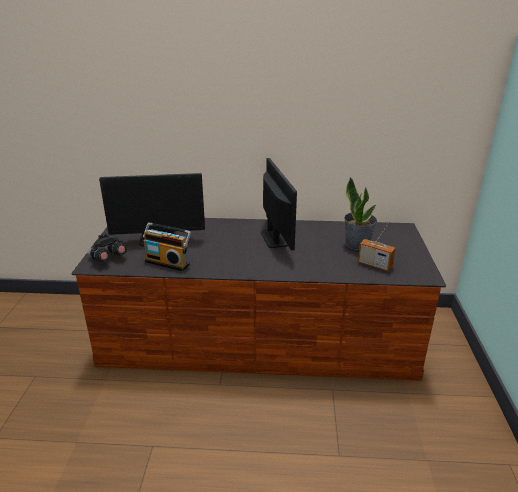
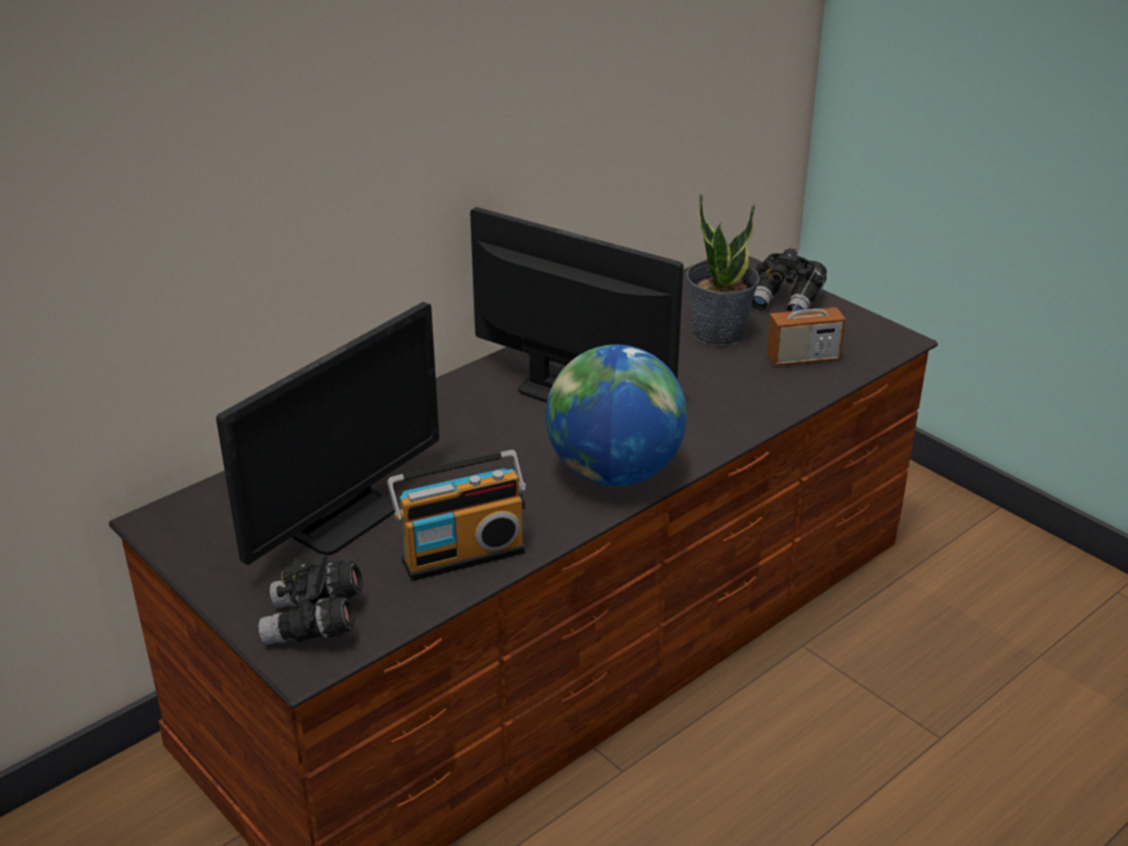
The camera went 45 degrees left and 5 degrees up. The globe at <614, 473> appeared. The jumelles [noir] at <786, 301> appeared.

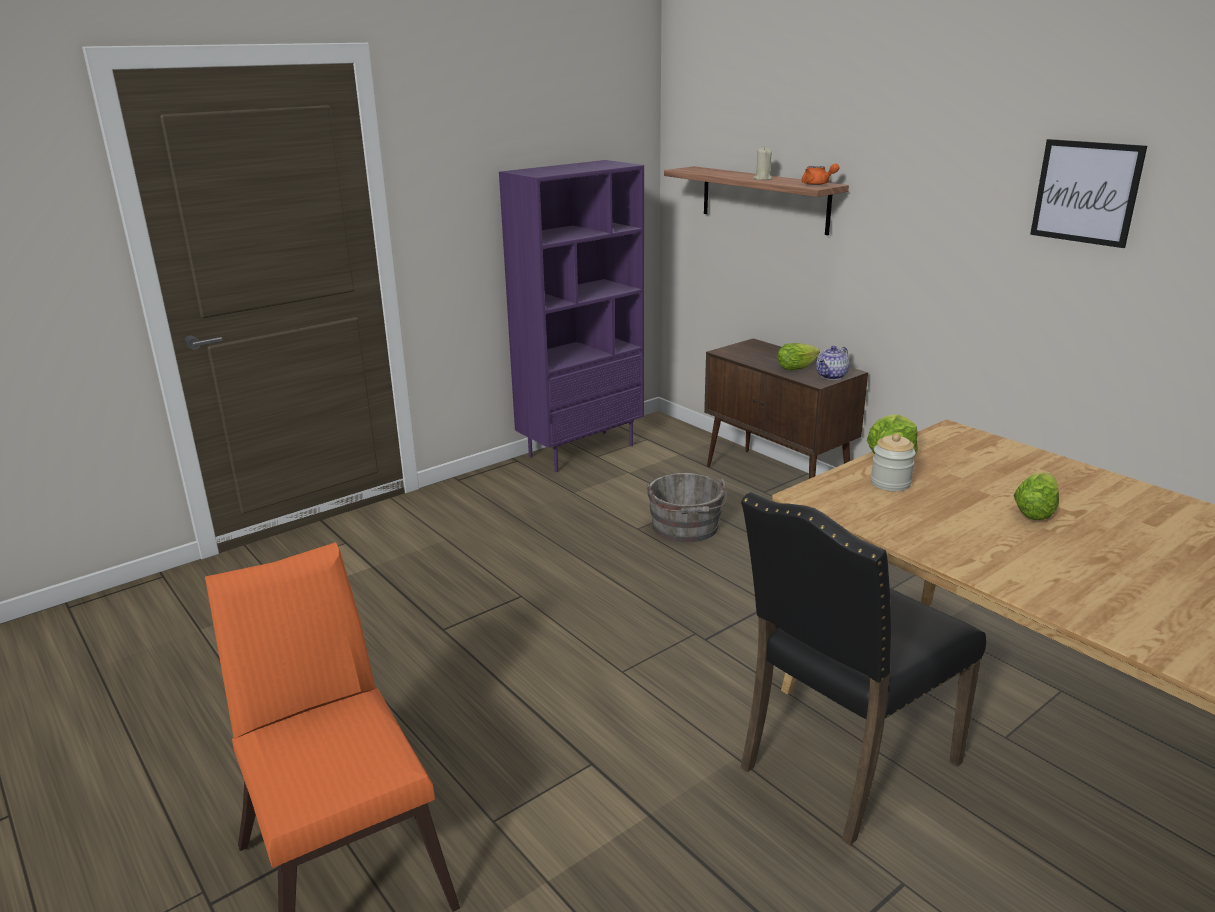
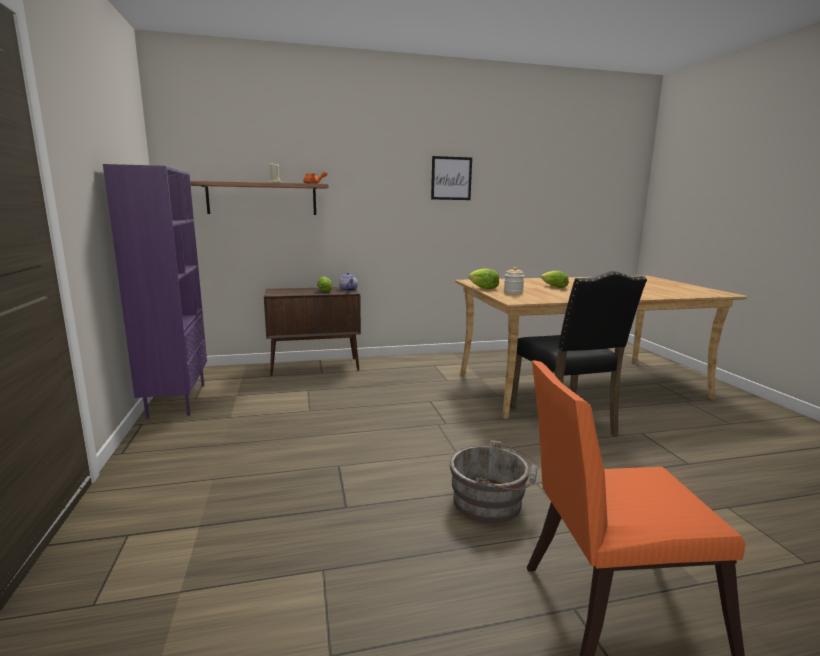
The camera went 65 degrees left and 10 degrees down. The seau [gris] moved from <686, 528> to <491, 503>.

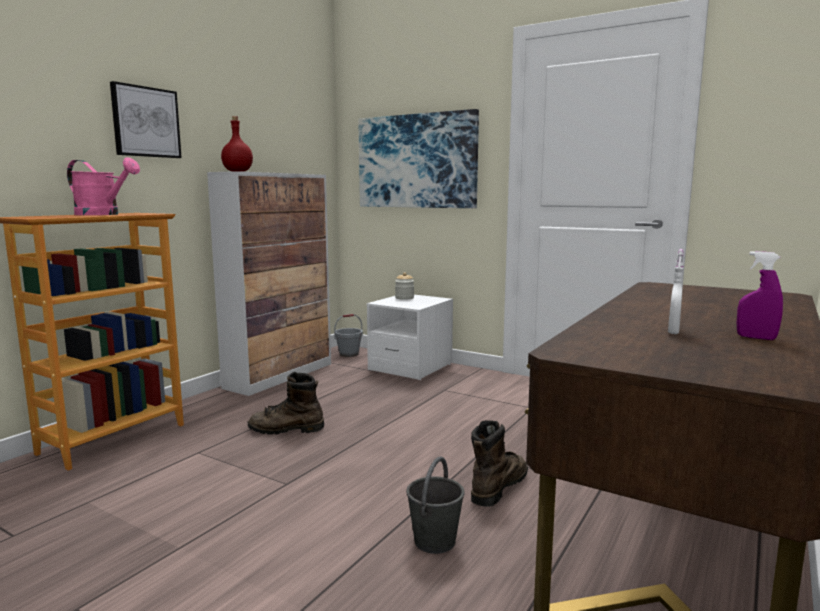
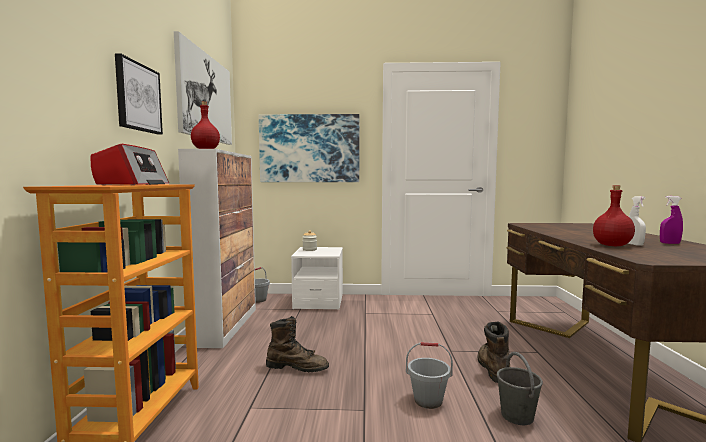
The camera went 30 degrees left and 5 degrees down. The arrosoir [rose] at <103, 214> was replaced by the radio at <134, 184>. The botte [marron] at <286, 429> turned 135 degrees counterclockwise. The tableau at <205, 97> appeared. The seau [gris] at <428, 400> appeared. The bouteille [rouge] at <612, 245> appeared.

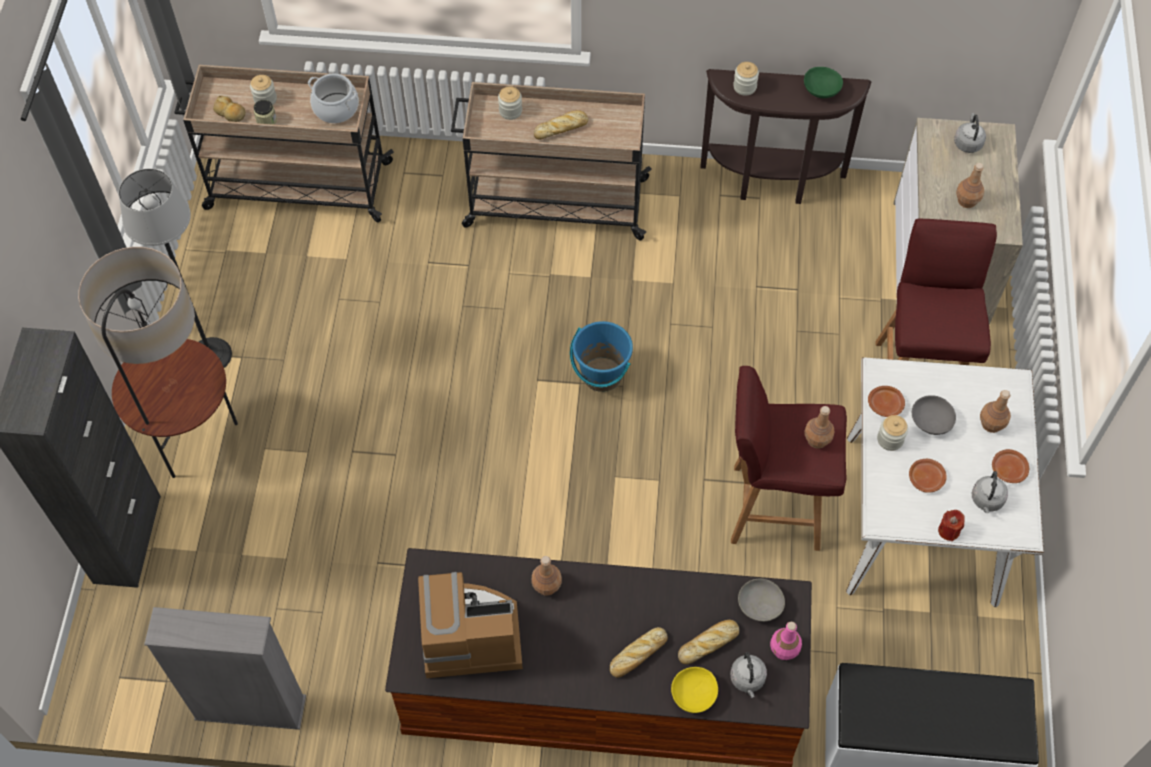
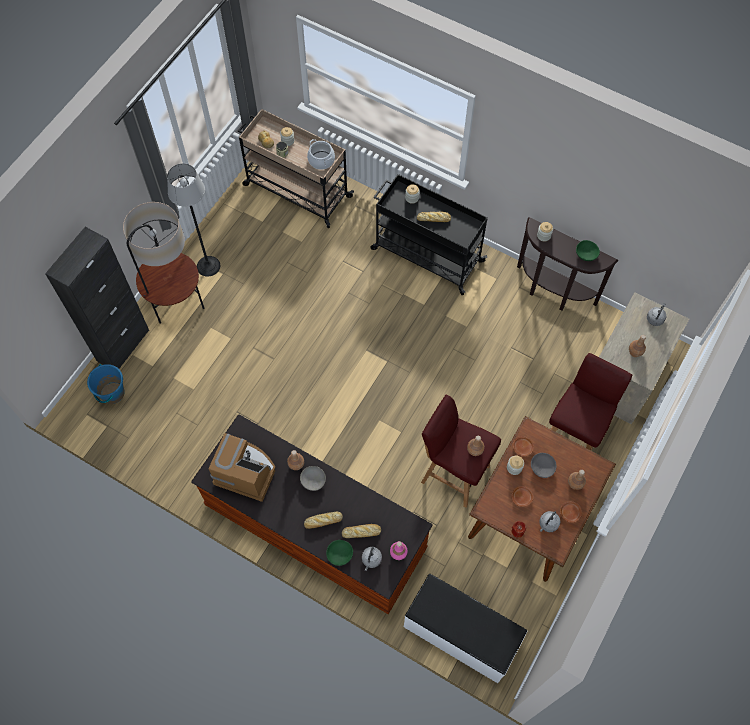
The camera went 25 degrees right and 5 degrees up. The bibliothèque [gris] at <250, 708> disappeared. The chariot [beige] at <554, 202> became the chariot [noir] at <426, 254>. The seau [bleu] moved from <601, 375> to <112, 393>. The bol [jaune] at <693, 694> became the bol [vert] at <339, 554>. The bol [gris] moved from <760, 605> to <313, 480>. The table à manger [blanc] at <920, 519> became the table à manger [marron] at <530, 515>.

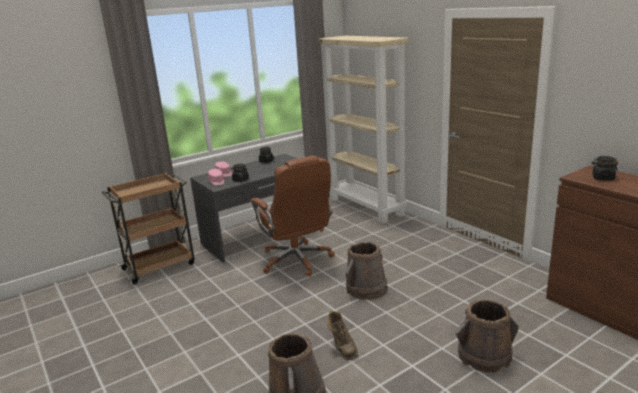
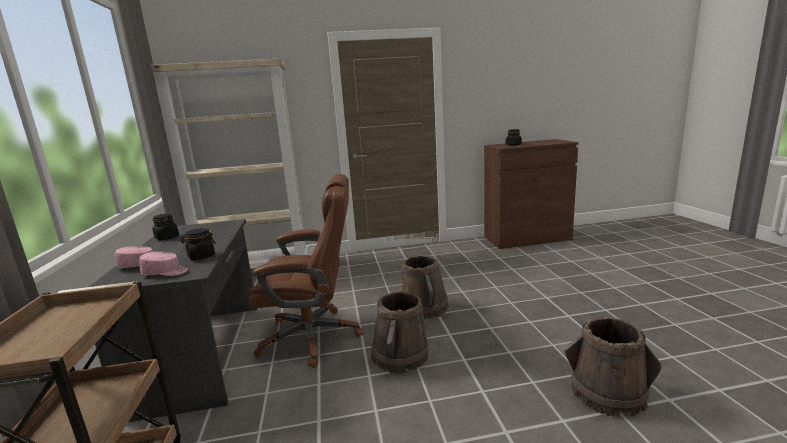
The camera went 65 degrees left and 5 degrees down. The botte [marron] at <342, 347> disappeared. The seau [marron] moved from <484, 356> to <400, 356>.

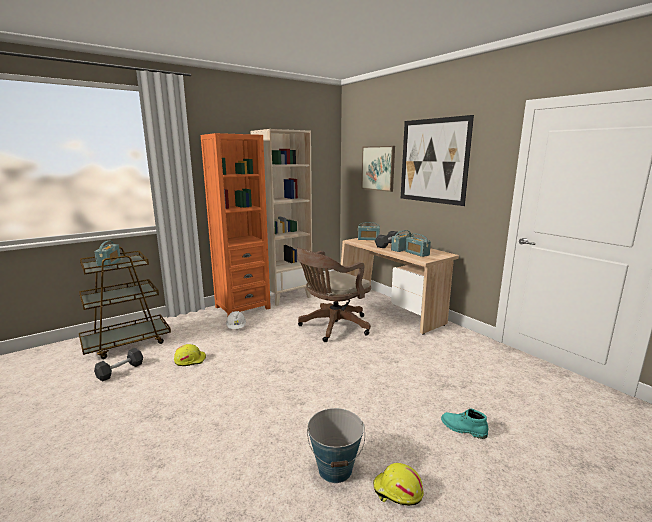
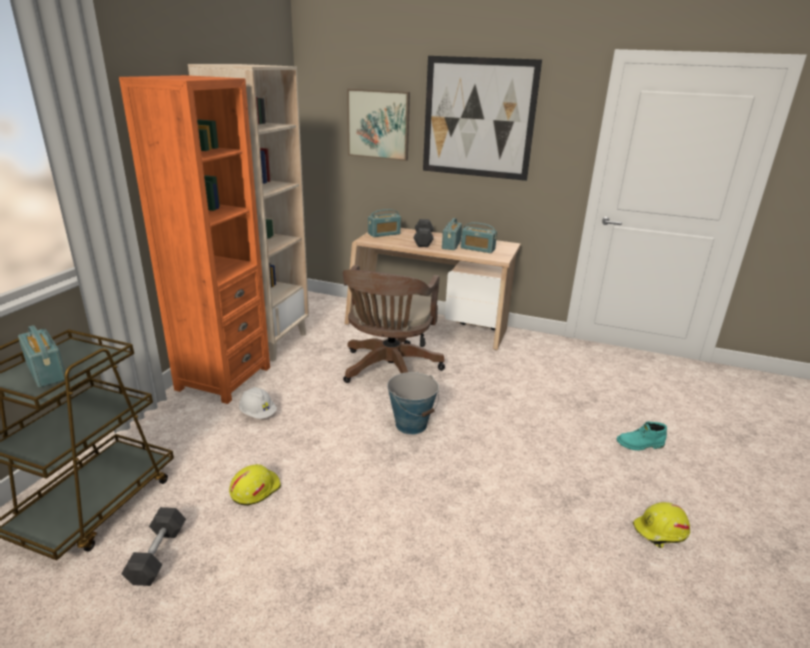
The camera went 35 degrees left and 10 degrees up. The seau moved from <335, 469> to <411, 424>.

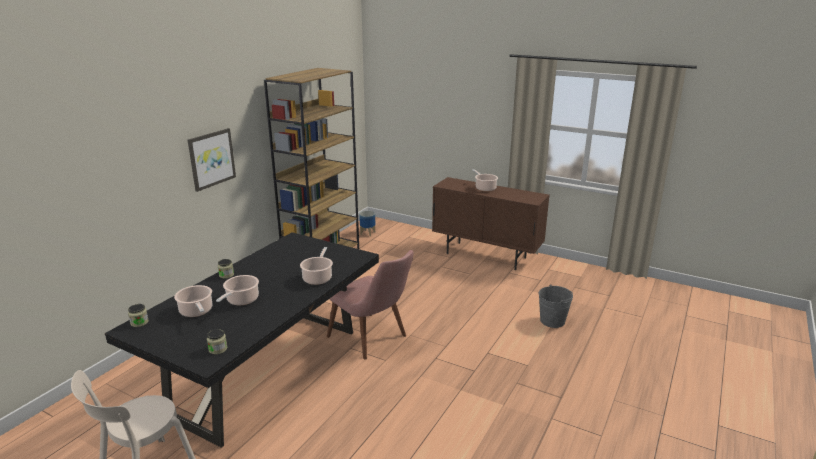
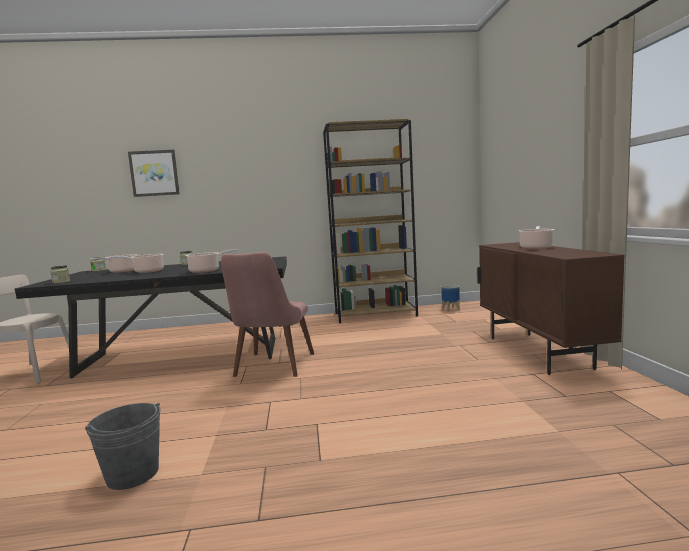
The camera went 55 degrees right and 15 degrees down. The tableau moved from <211, 159> to <154, 173>. The seau [gris] moved from <552, 321> to <132, 474>.

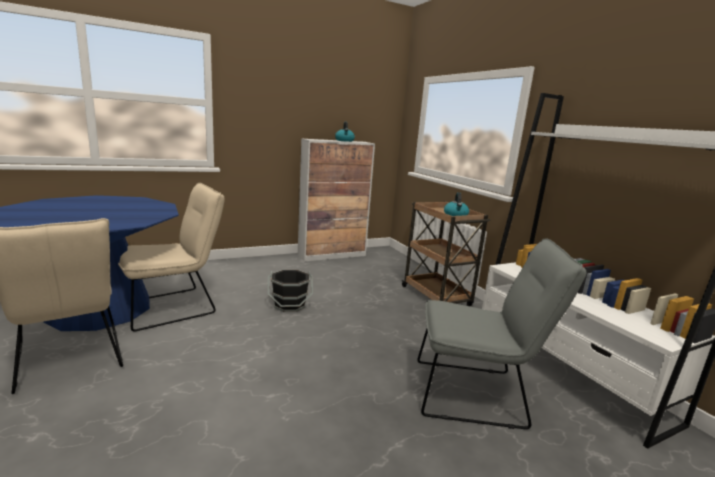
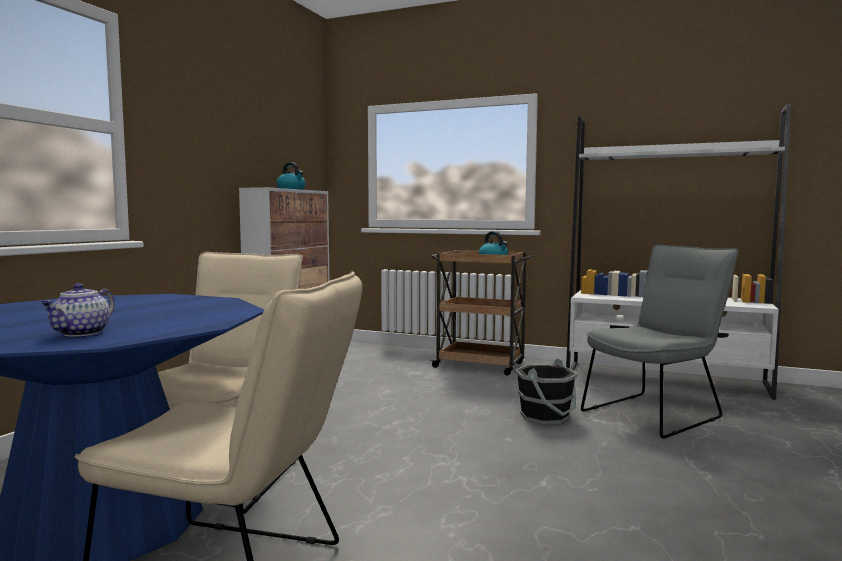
The camera went 40 degrees left and 10 degrees down. The seau [noir] moved from <289, 305> to <545, 416>. The théière at <81, 333> appeared.

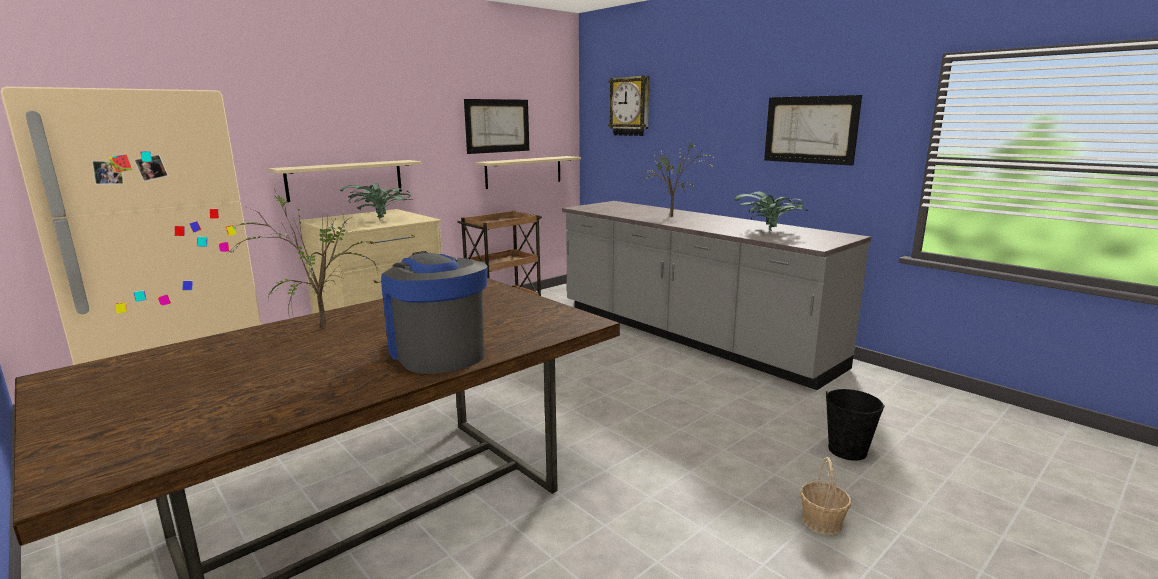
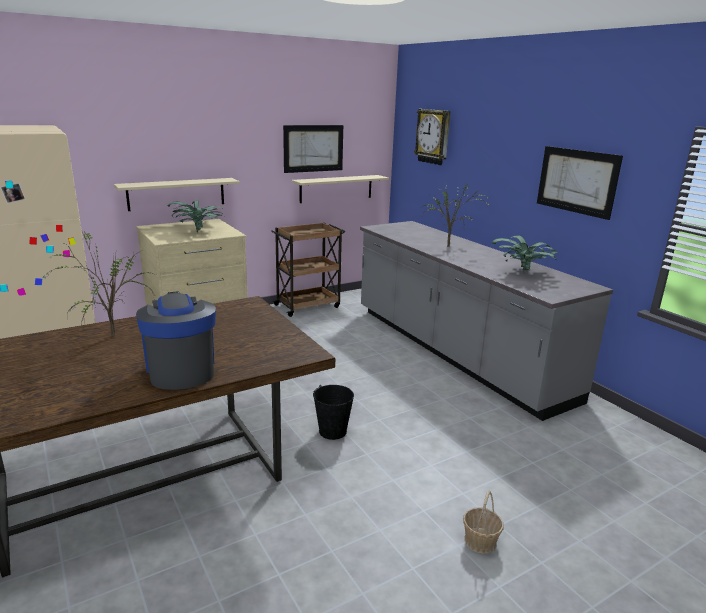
The camera went 10 degrees right and 5 degrees up. The seau [noir] moved from <847, 450> to <333, 431>.

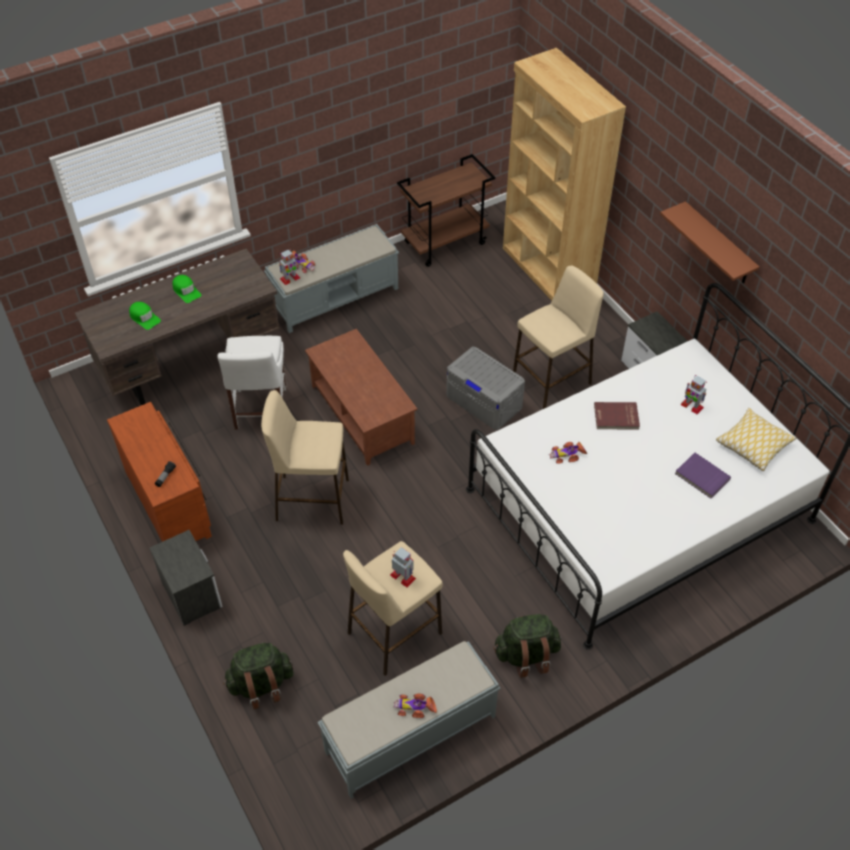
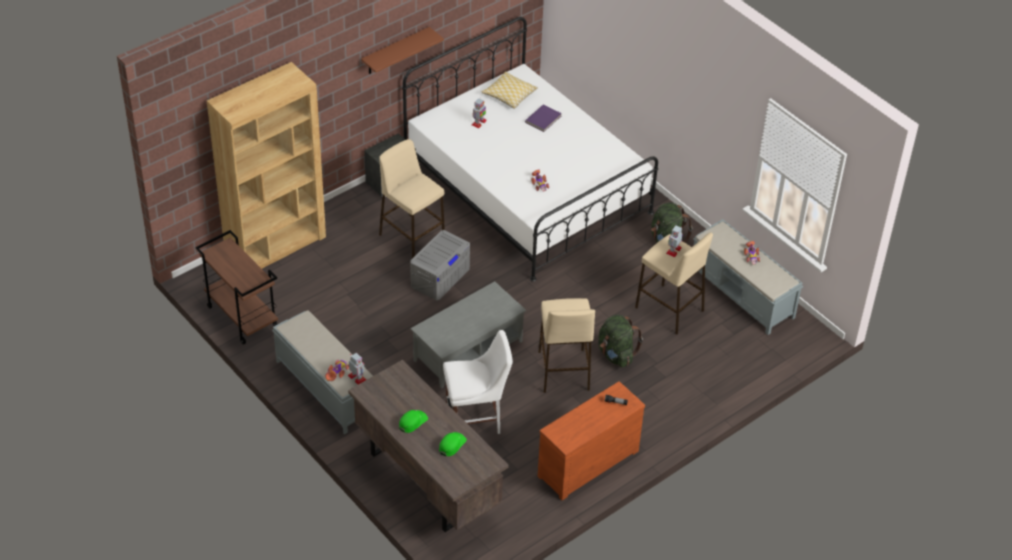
The camera went 100 degrees left and 5 degrees down. The table de chevet at <191, 593> disappeared. The sac à dos [vert] moved from <261, 685> to <616, 354>. The table basse [marron] at <361, 414> became the table basse [gris] at <468, 351>. The livre [rouge] at <616, 417> disappeared.

